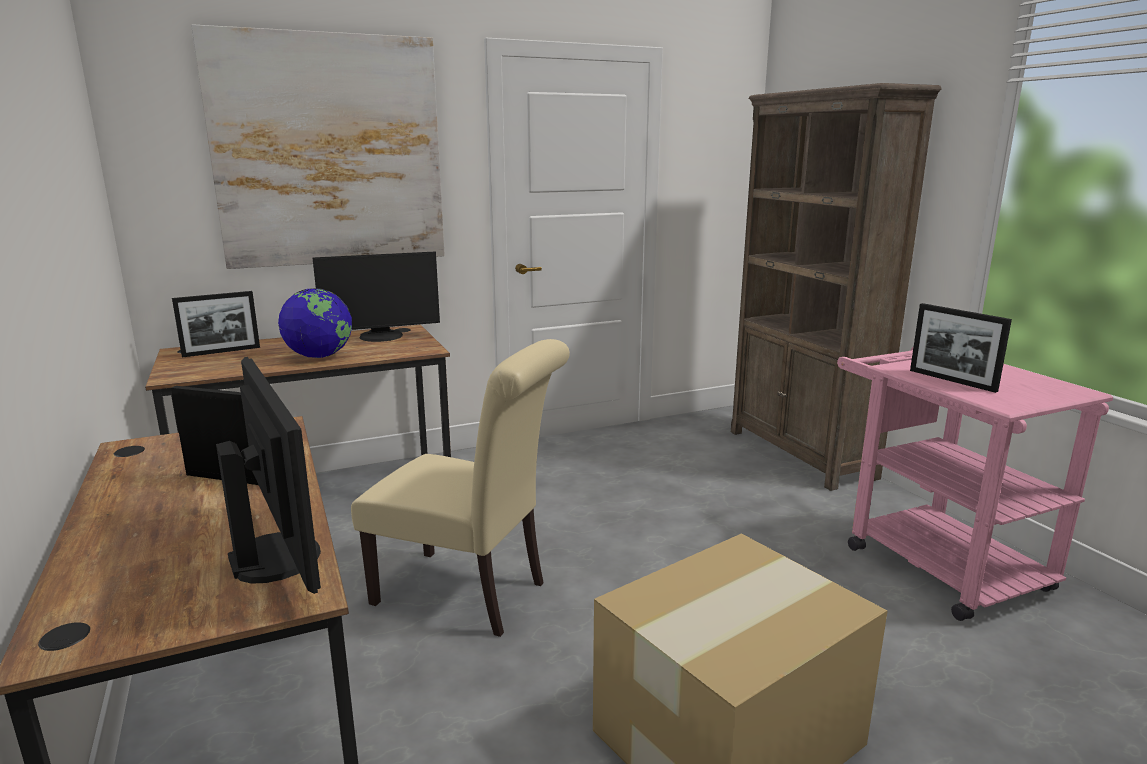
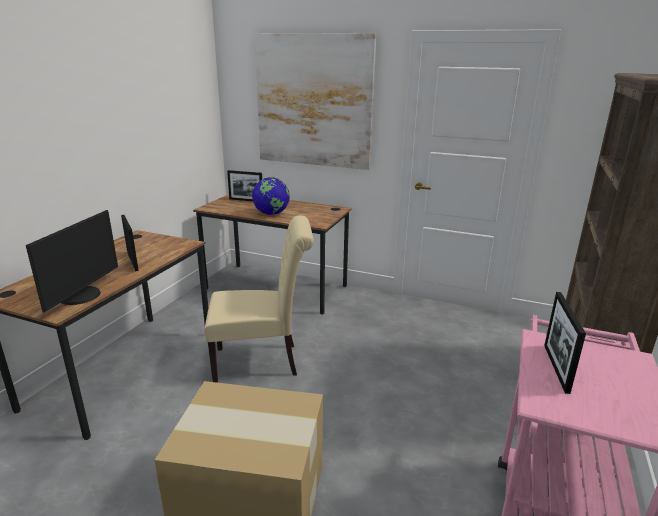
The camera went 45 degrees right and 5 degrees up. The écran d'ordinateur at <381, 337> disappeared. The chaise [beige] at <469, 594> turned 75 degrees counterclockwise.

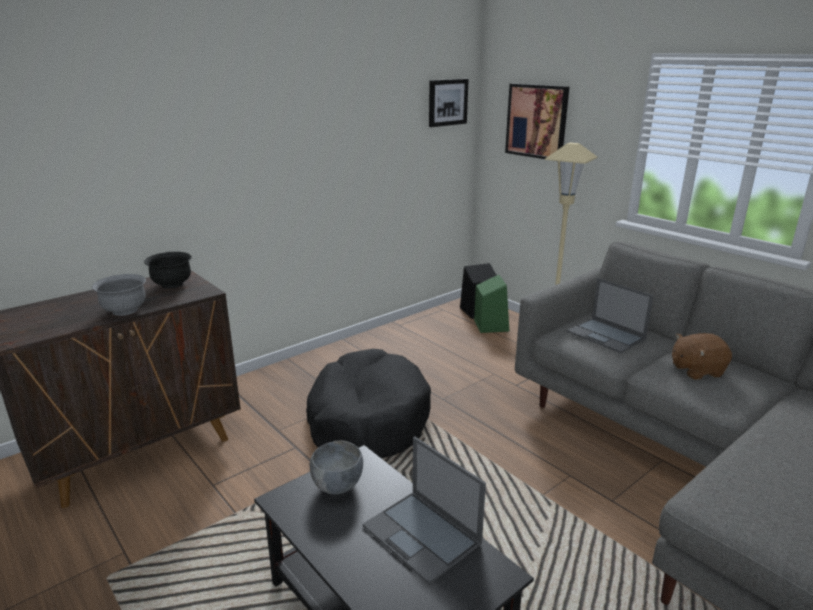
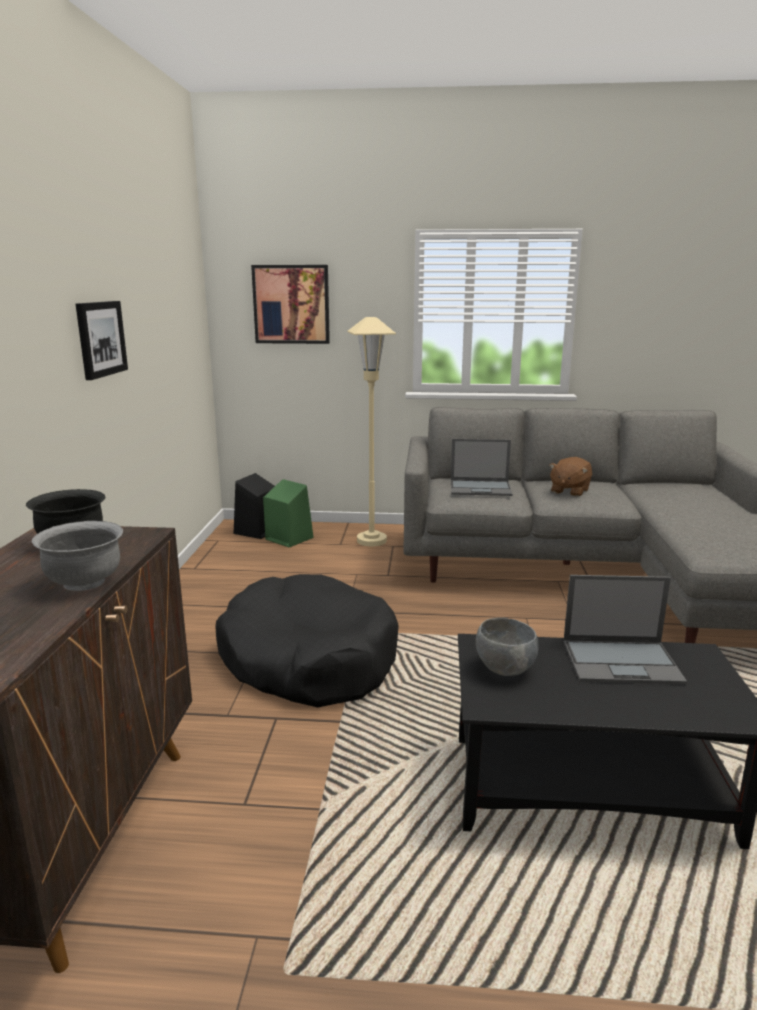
The camera went 45 degrees left and 5 degrees down. The tableau moved from <447, 102> to <100, 339>.

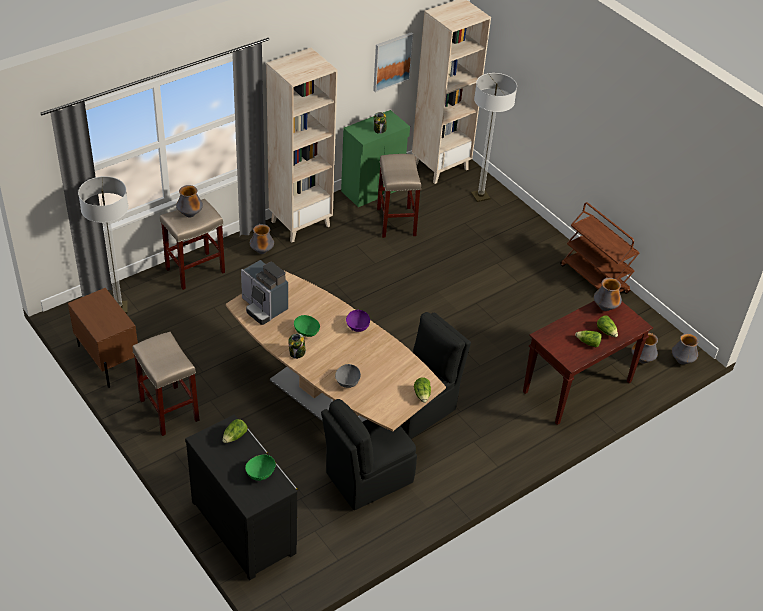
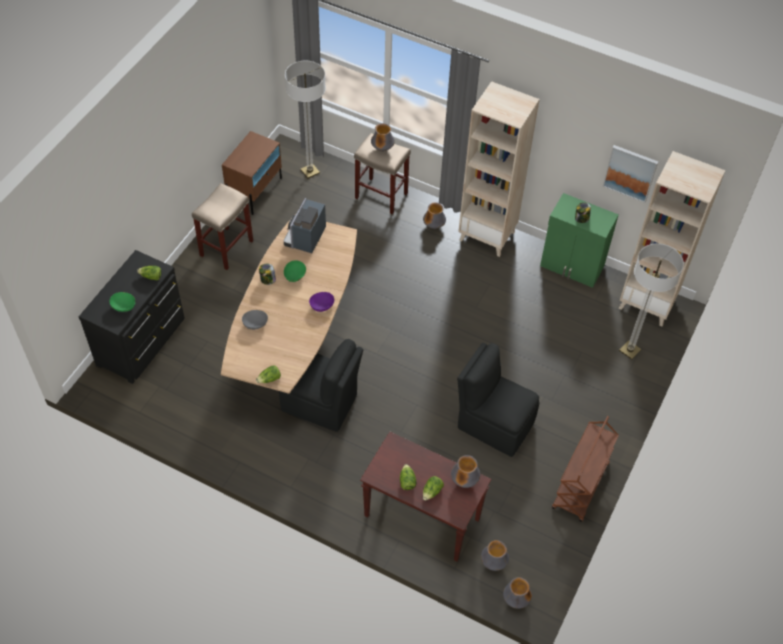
The camera went 65 degrees right and 10 degrees up. The chaise [noir] moved from <367, 478> to <494, 424>. The tabouret [beige] at <395, 221> disappeared.

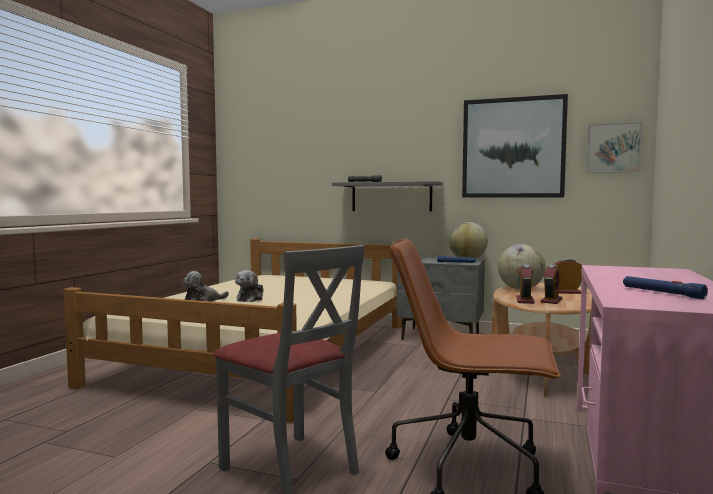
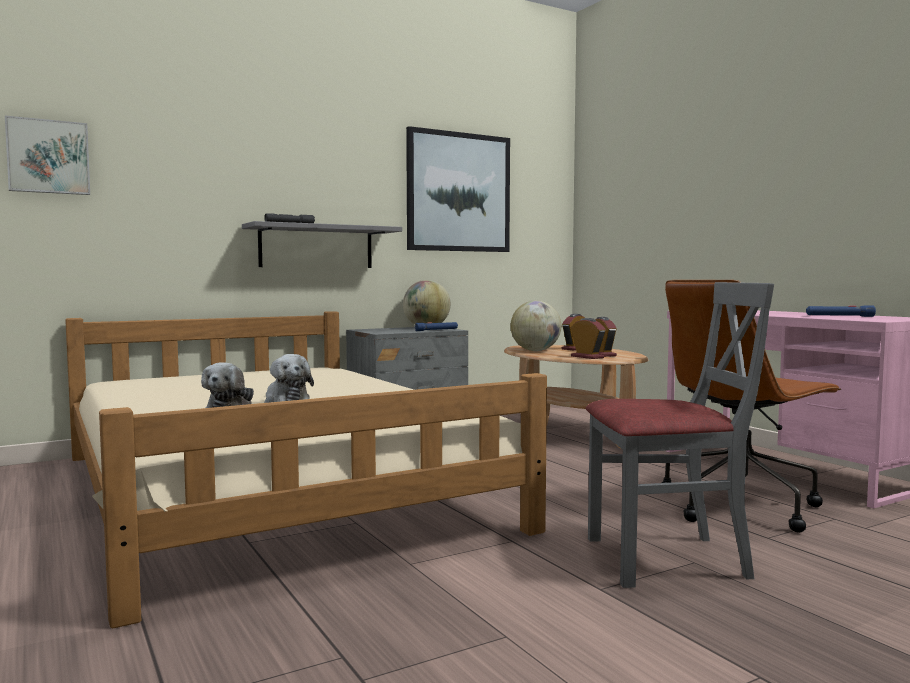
The camera went 50 degrees left and 0 degrees up. The tableau moved from <613, 148> to <48, 157>.

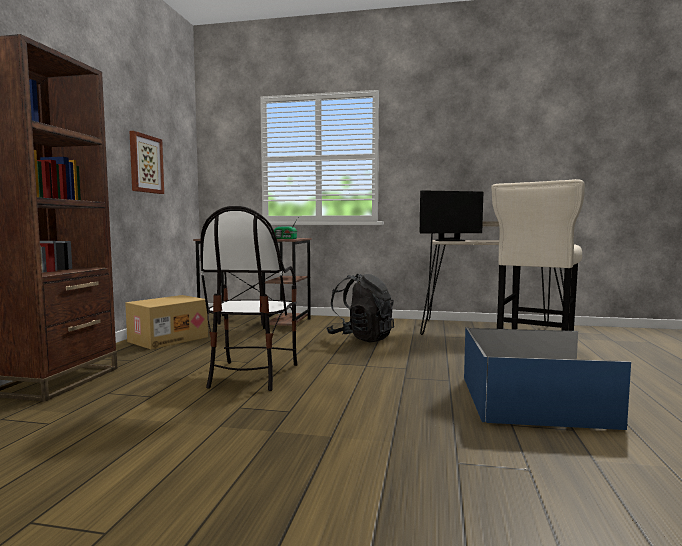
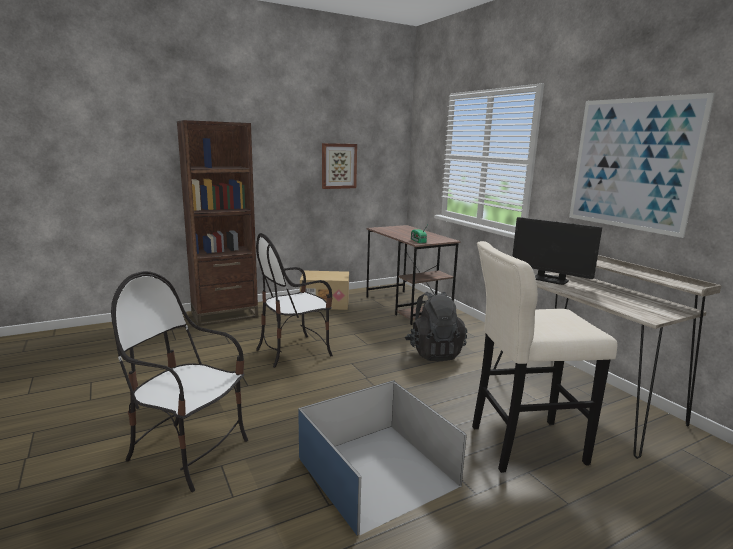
The camera went 50 degrees right and 10 degrees up. The chaise at <189, 452> appeared. The tableau at <631, 164> appeared.

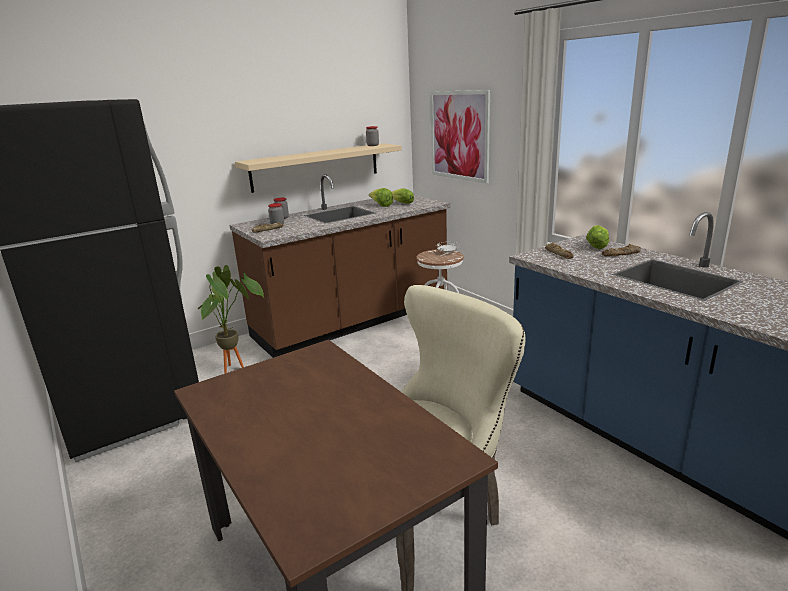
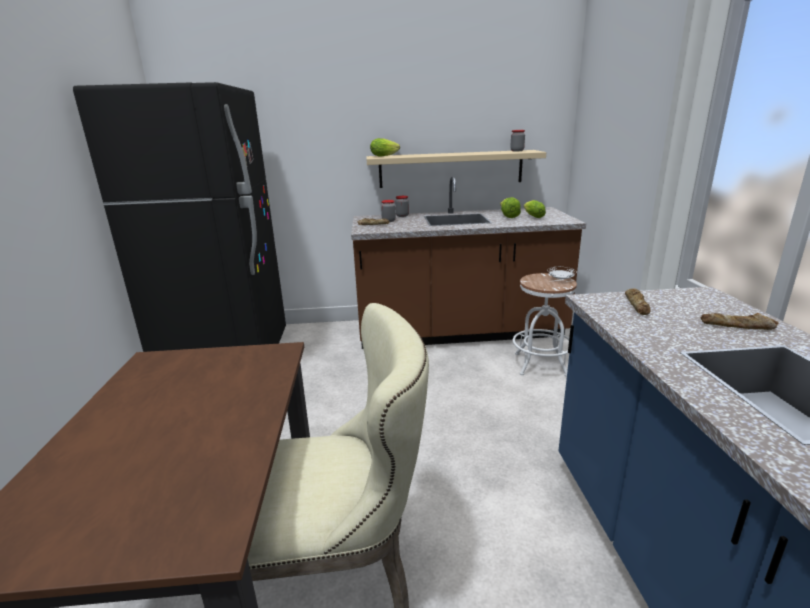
The camera went 30 degrees right and 0 degrees up. The plante en pot at <237, 367> disappeared. The tableau at <459, 135> disappeared. The laitue moved from <598, 245> to <386, 155>.

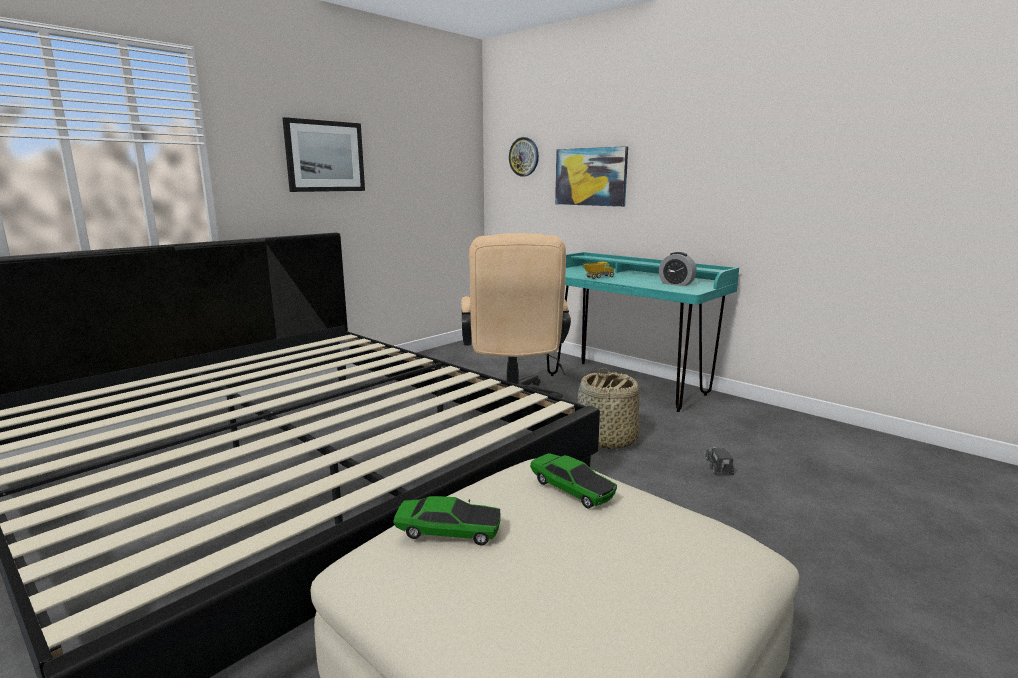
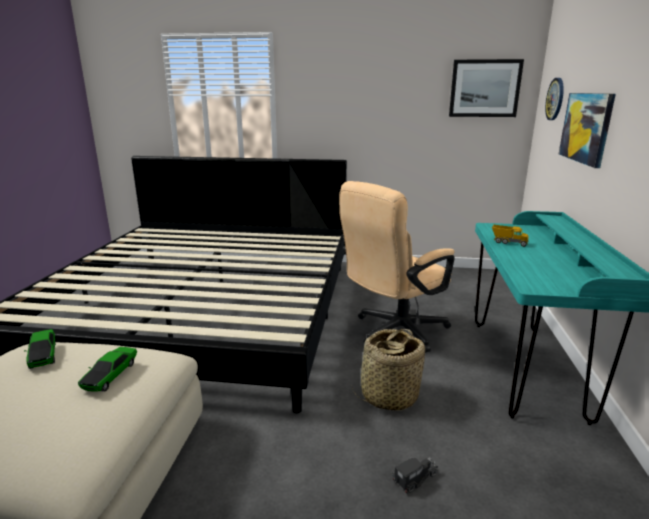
The camera went 55 degrees right and 5 degrees up. The tableau moved from <325, 156> to <484, 88>. The réveil at <676, 284> disappeared.

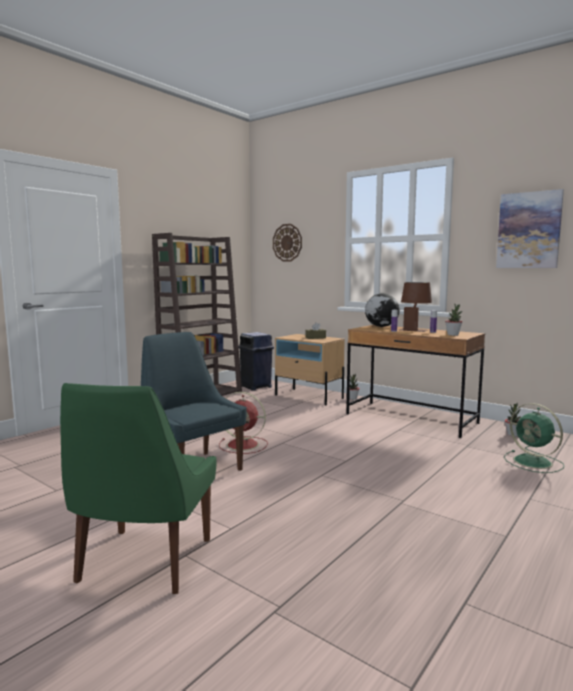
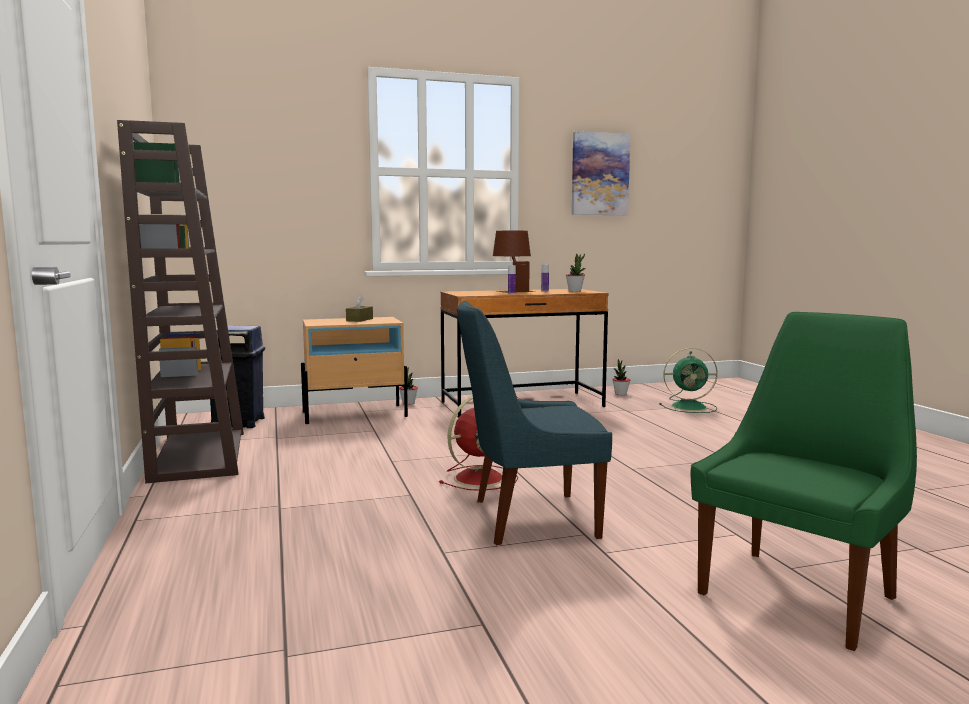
The camera went 55 degrees left and 0 degrees up. The chaise [vert] at <143, 563> turned 90 degrees counterclockwise. The horloge murale at <287, 242> disappeared. The globe at <381, 326> disappeared.

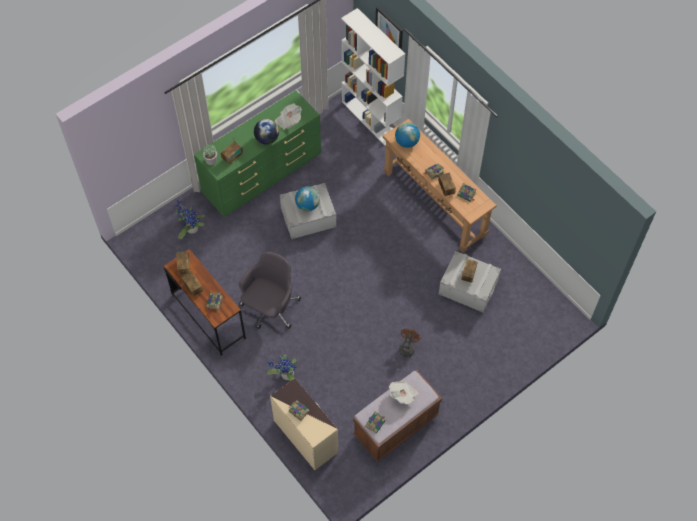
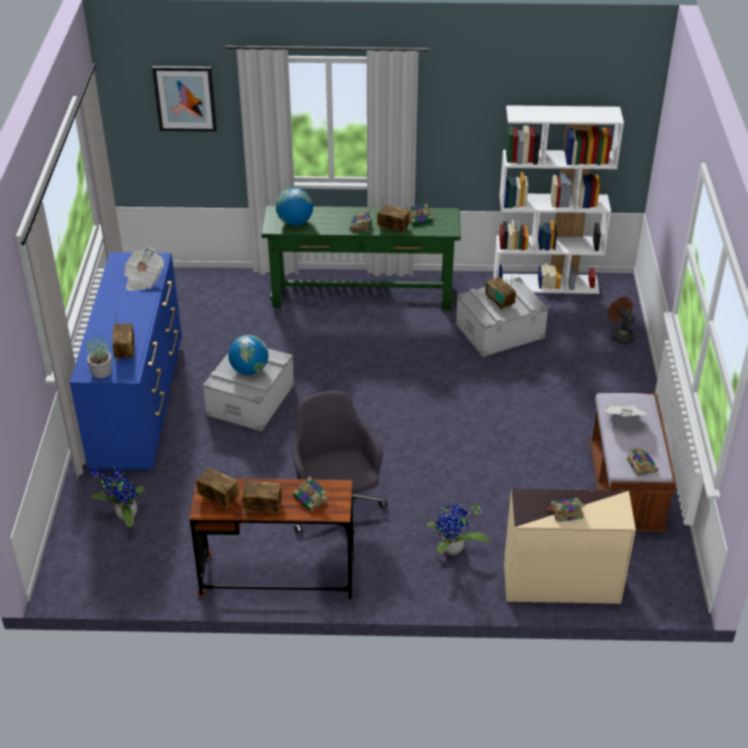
The camera went 50 degrees left and 20 degrees down. The commode [vert] at <263, 175> became the commode [bleu] at <139, 403>. The globe at <267, 139> disappeared. The bibliothèque [blanc] moved from <371, 119> to <546, 284>. The table console [marron] at <434, 203> became the table console [vert] at <362, 295>. The ventilateur [marron] moved from <407, 347> to <620, 335>.

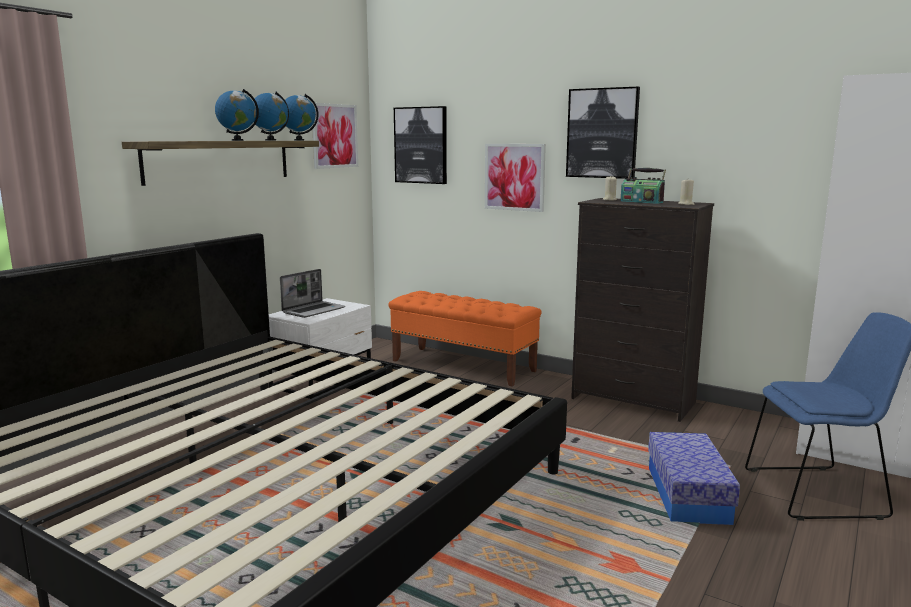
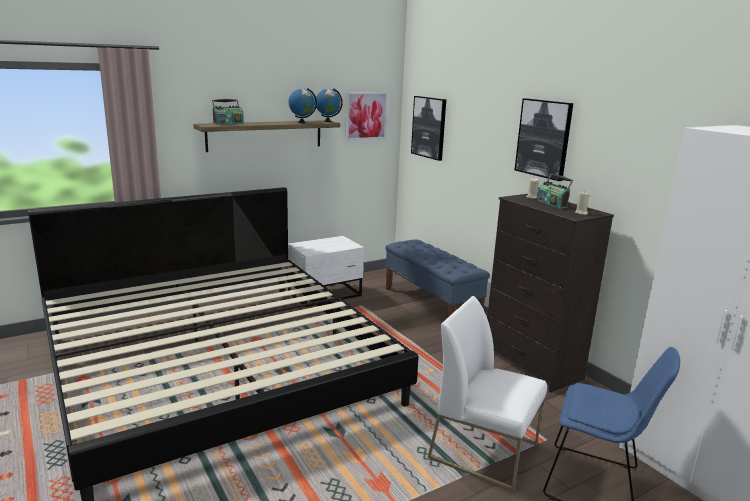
The camera went 25 degrees right and 5 degrees up. The globe at <237, 140> disappeared. The ordinateur portable at <314, 310> disappeared. The banc [orange] at <463, 366> became the banc [bleu] at <431, 304>. The tableau at <514, 177> disappeared. The boîte de rangement at <687, 494> was replaced by the chaise [blanc] at <484, 451>. The radio at <228, 123> appeared.

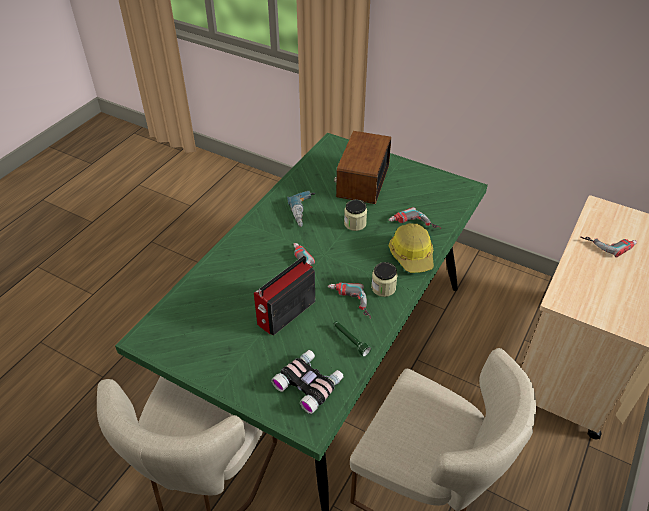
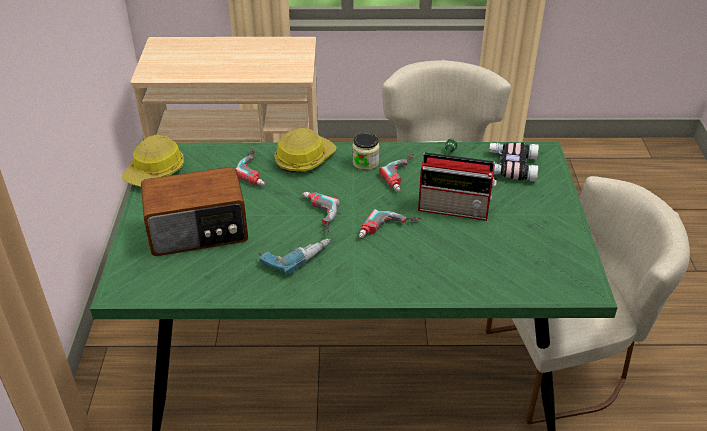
The camera went 120 degrees left and 5 degrees down. The bocal at <355, 223> disappeared. The perceuse moved from <608, 242> to <315, 215>. The casque de chantier at <156, 171> appeared.

